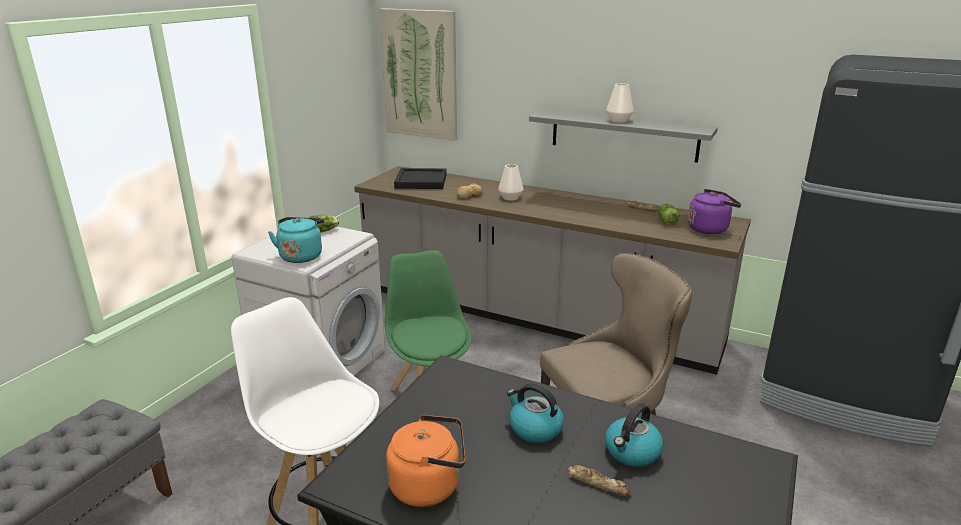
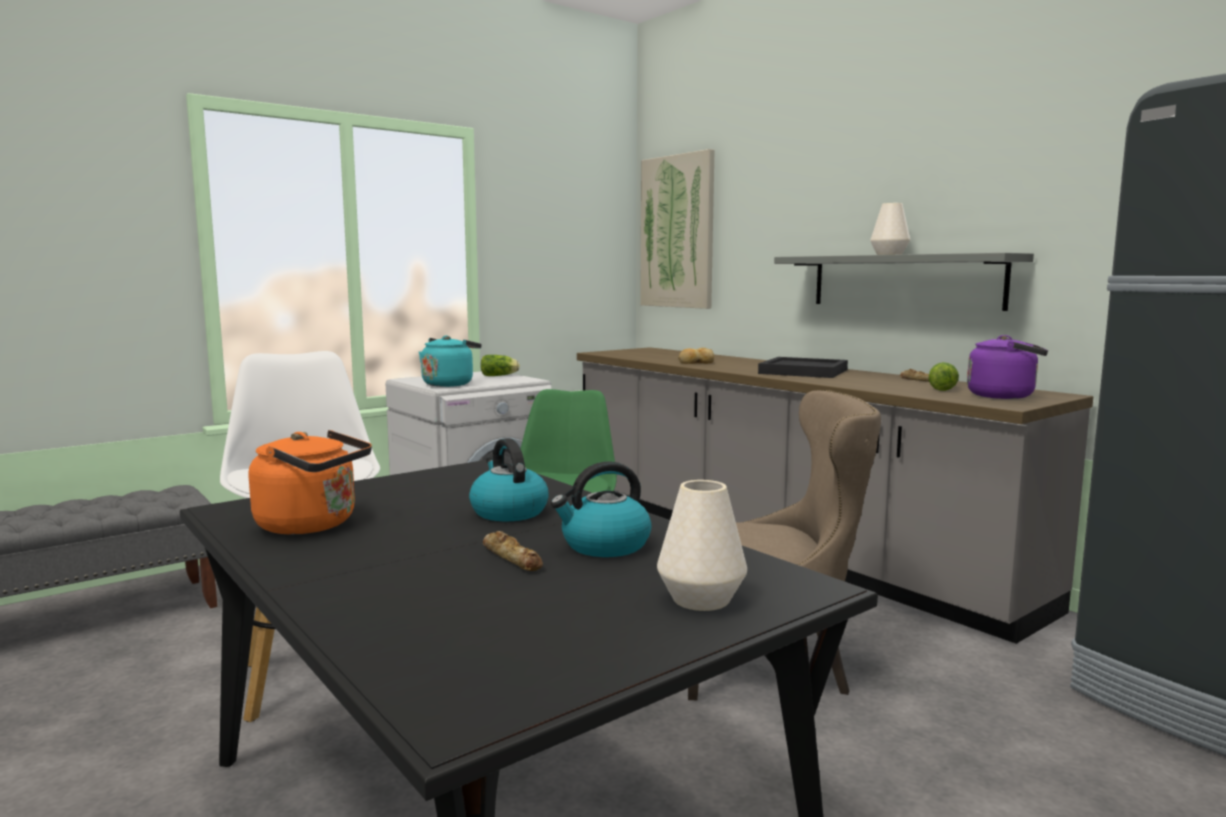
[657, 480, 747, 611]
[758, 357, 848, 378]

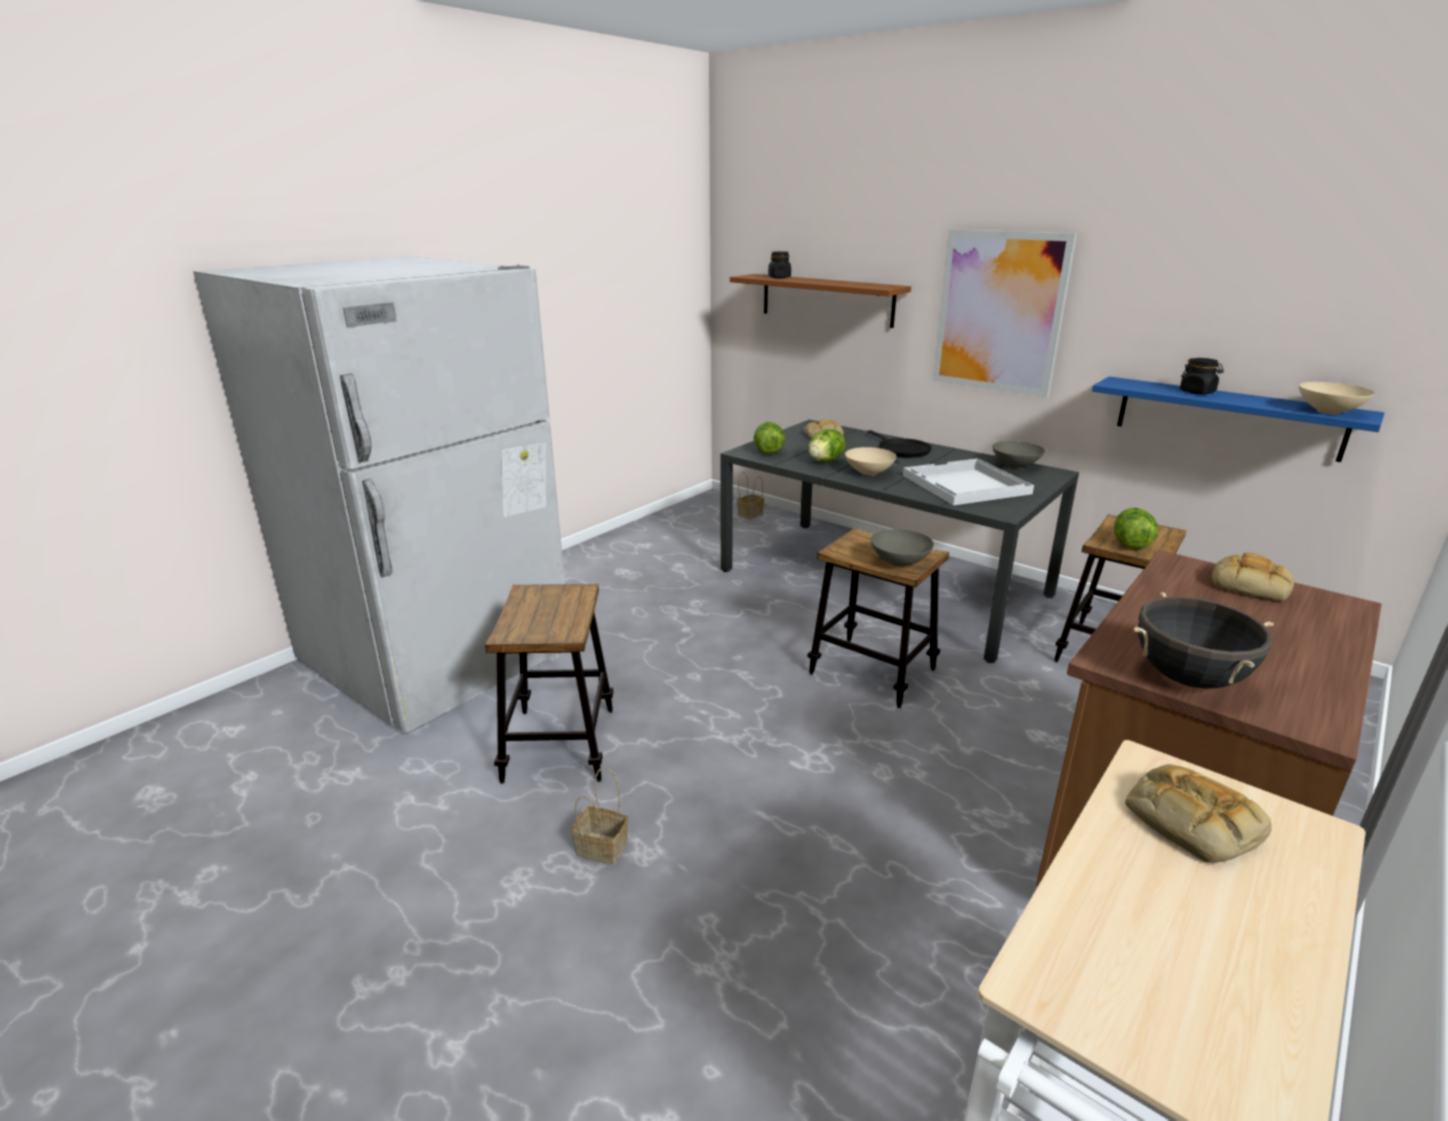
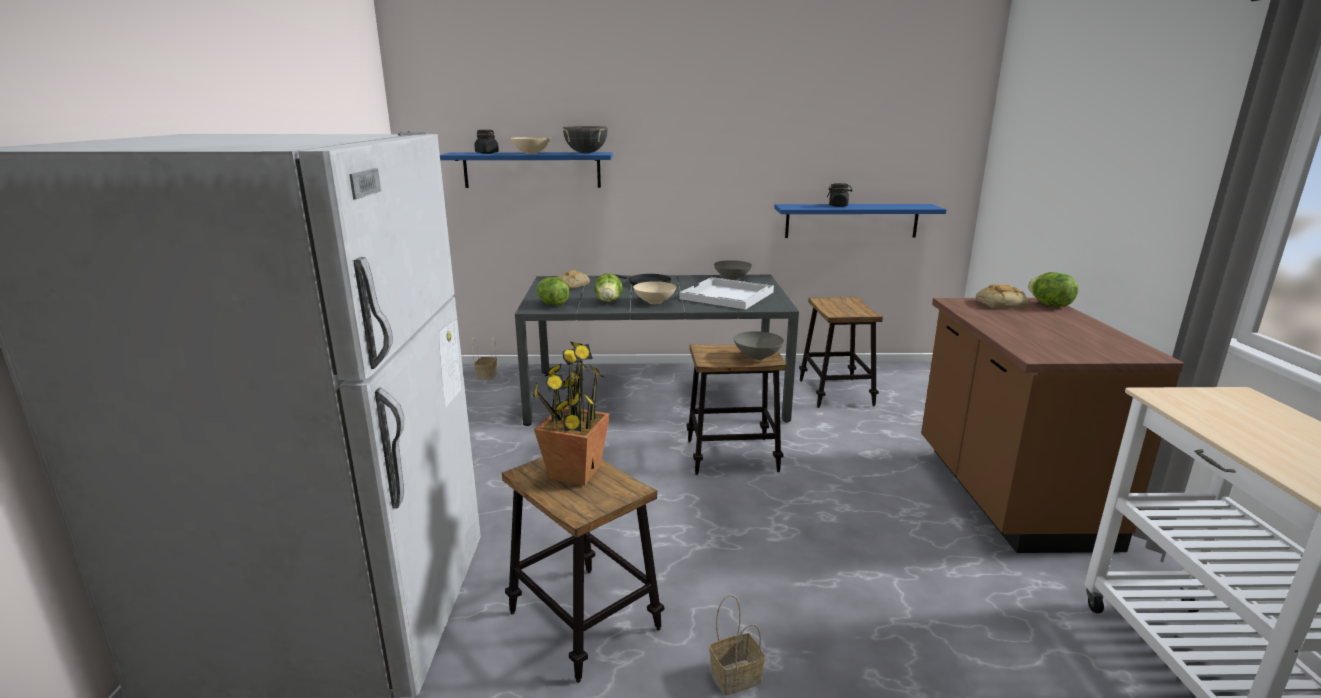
[932, 229, 1077, 398] (first image)
[440, 152, 613, 188]
[511, 137, 551, 154]
[1028, 272, 1078, 307]
[562, 126, 608, 153]
[1125, 764, 1272, 863] (first image)
[533, 342, 610, 485]

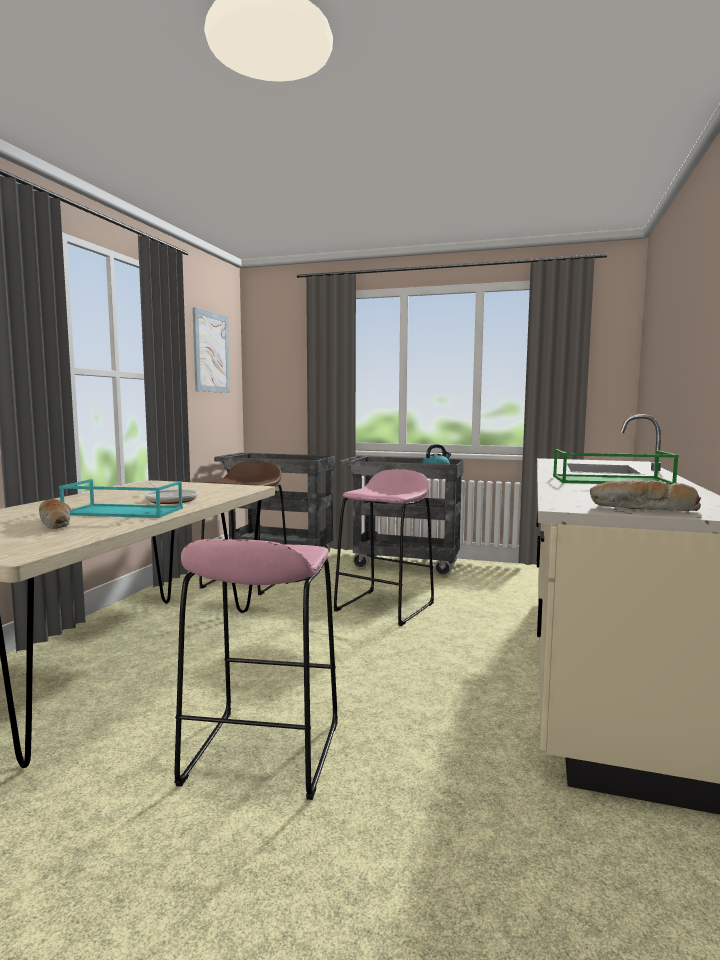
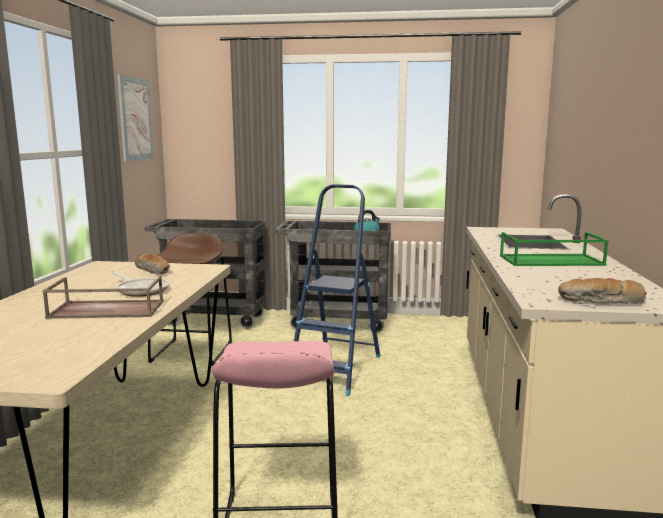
[294, 184, 380, 396]
[42, 276, 163, 319]
[135, 253, 170, 274]

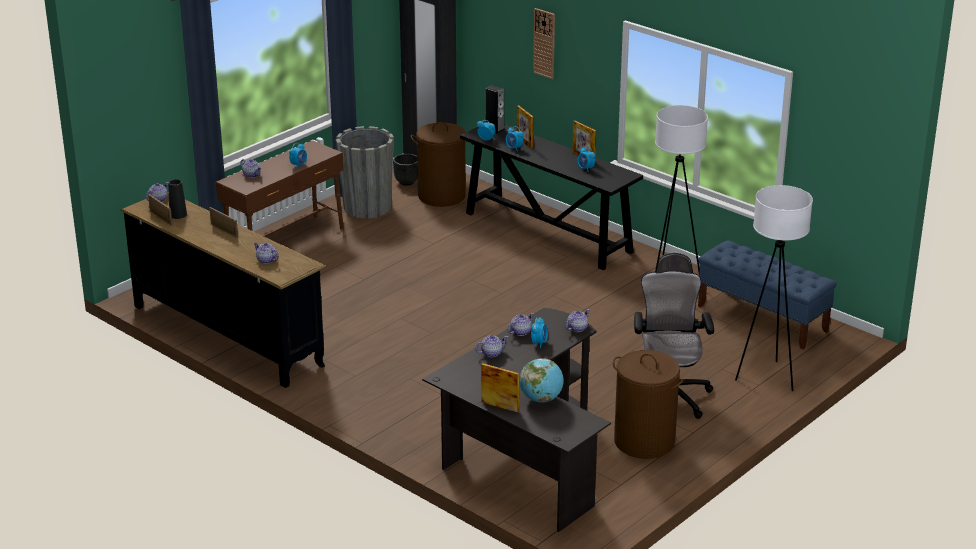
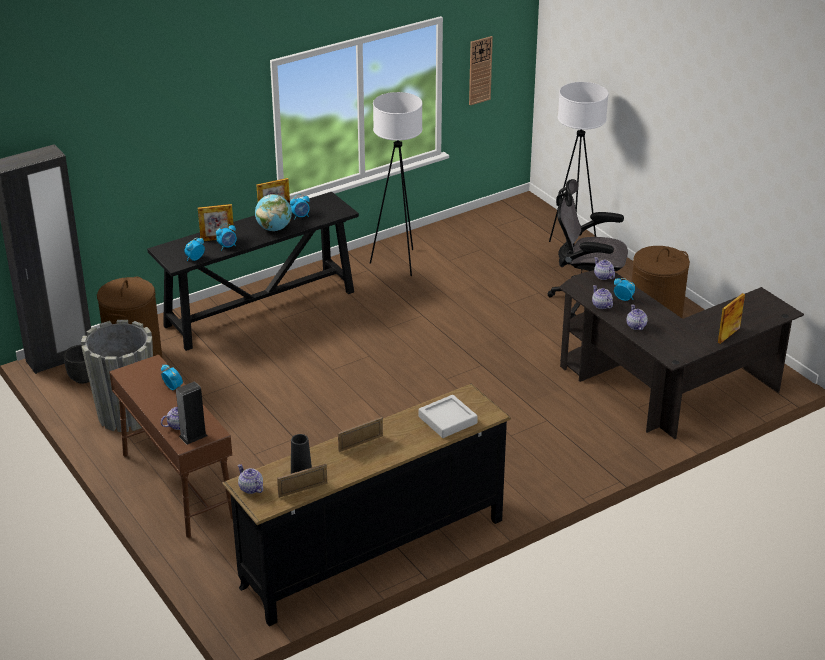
[469, 36, 493, 105]
[176, 381, 207, 444]
[698, 240, 837, 350] (first image)
[419, 395, 478, 438]
[255, 194, 292, 231]

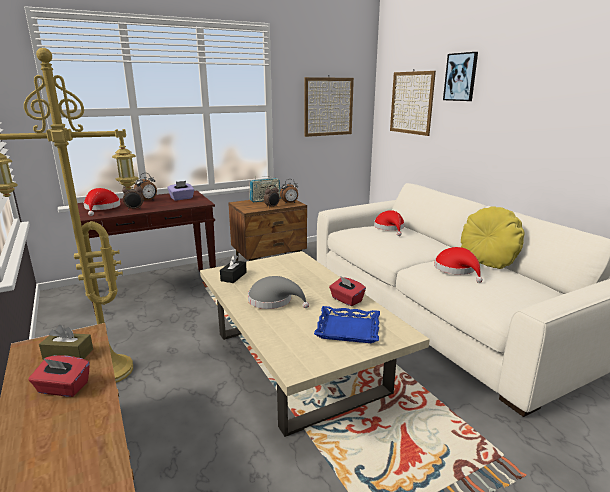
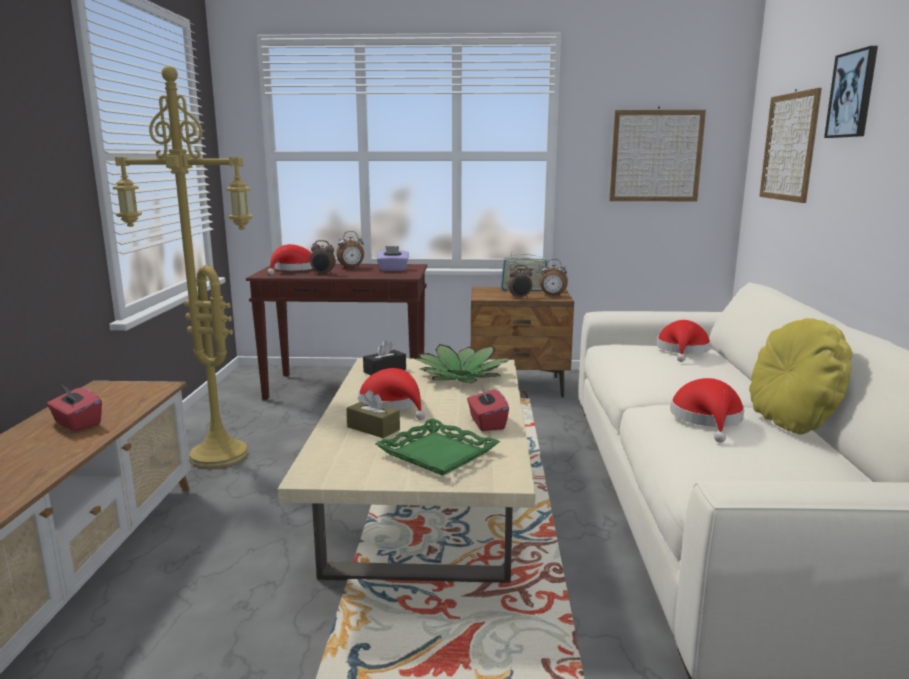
[358, 368, 425, 420]
[375, 418, 500, 476]
[346, 390, 400, 438]
[414, 344, 511, 383]

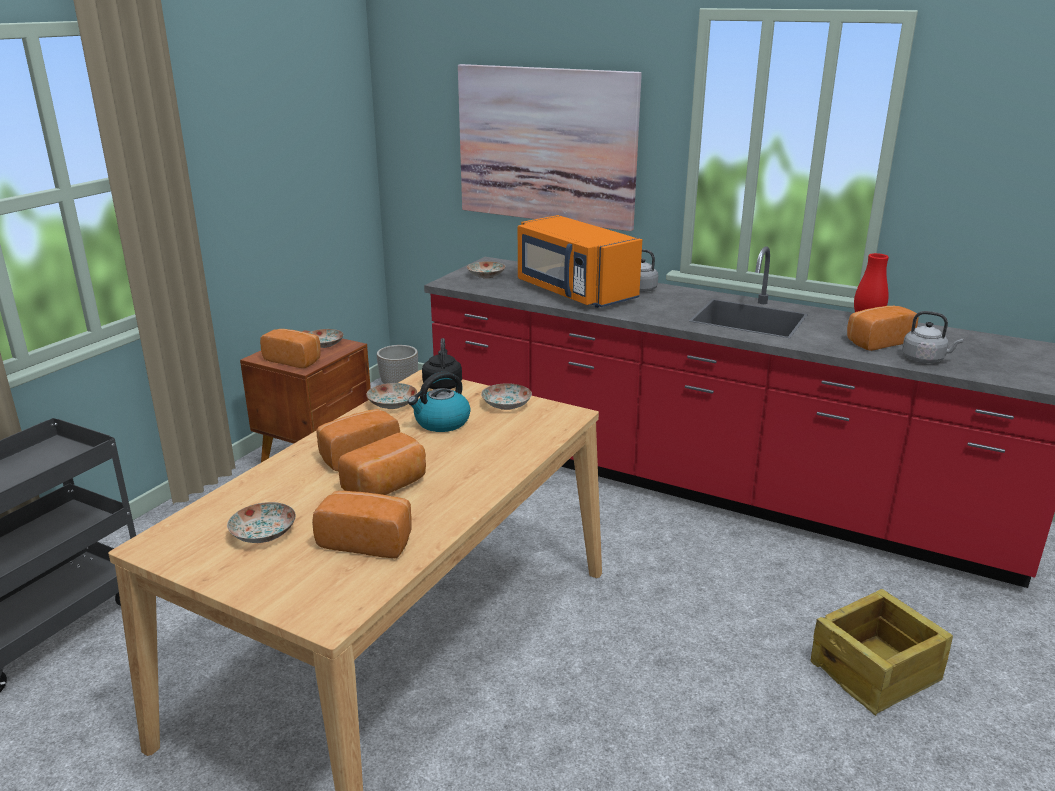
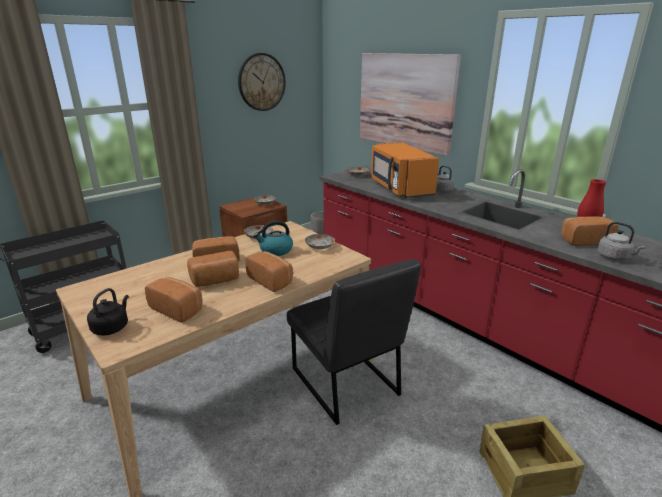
[245, 251, 293, 292]
[87, 288, 129, 336]
[227, 502, 296, 543] (first image)
[238, 53, 286, 111]
[287, 259, 421, 425]

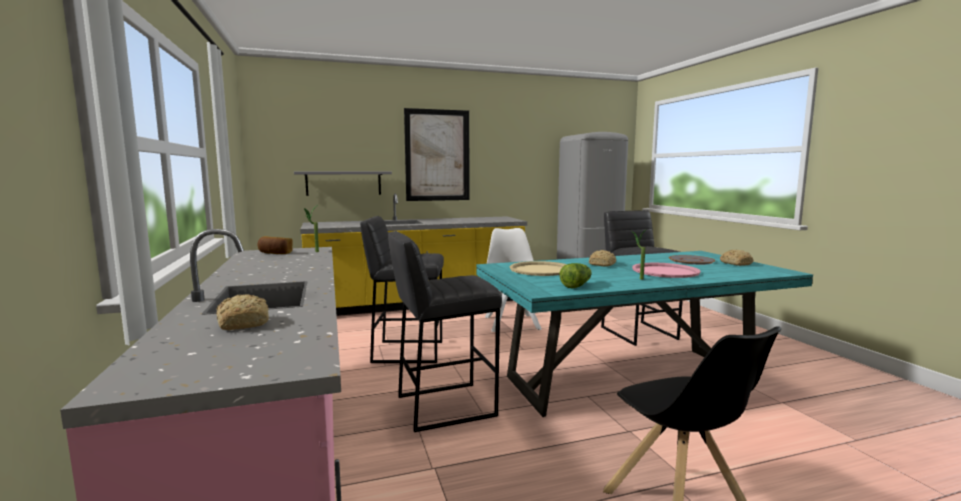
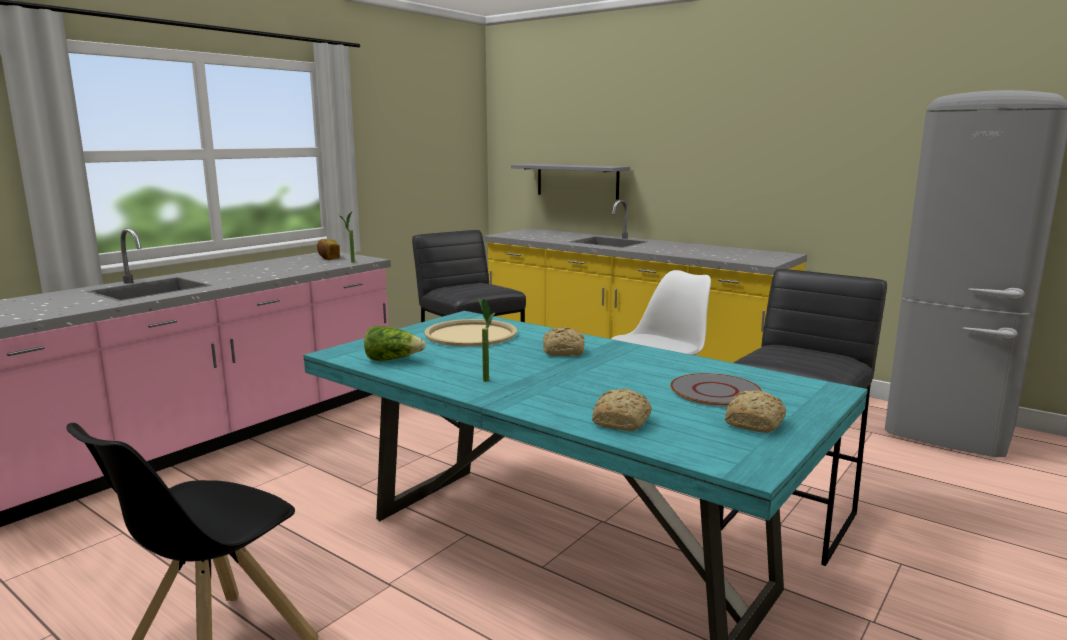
[404, 108, 470, 201] (first image)
[388, 231, 502, 432] (first image)
[632, 263, 701, 278] (first image)
[592, 388, 652, 431]

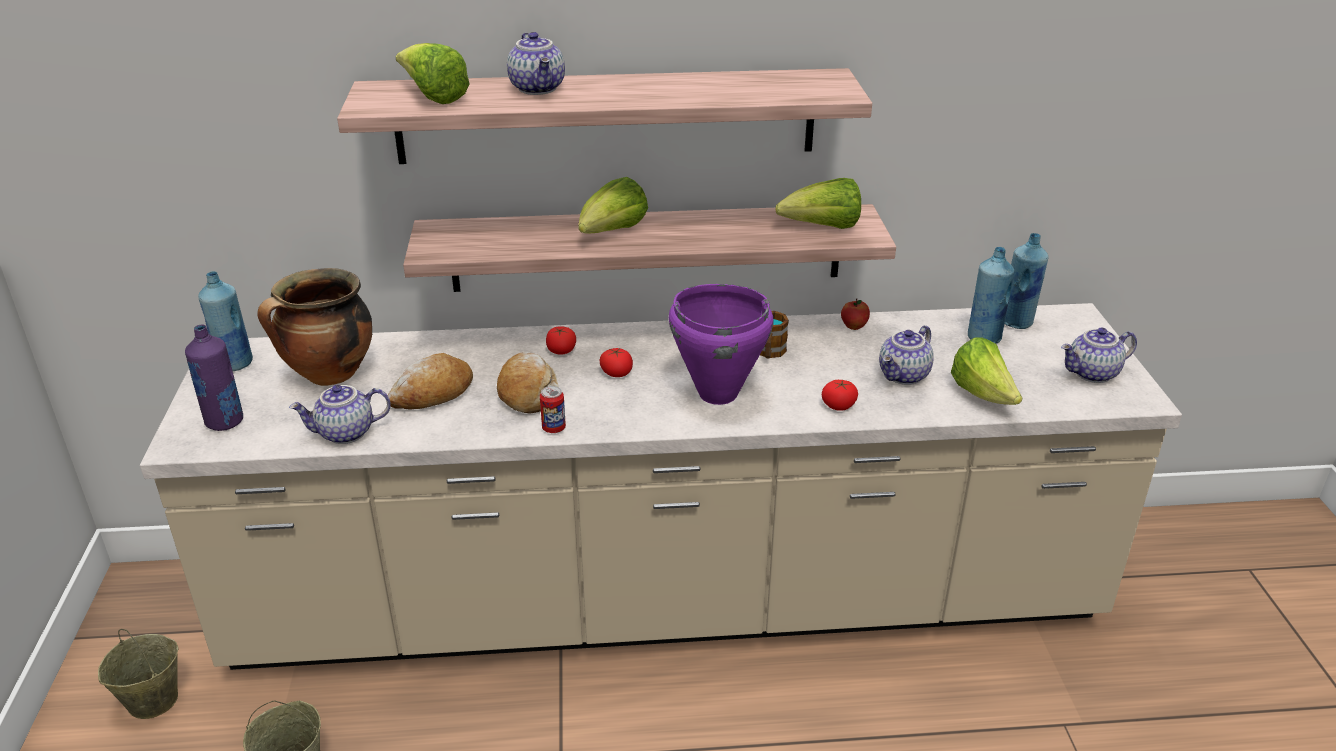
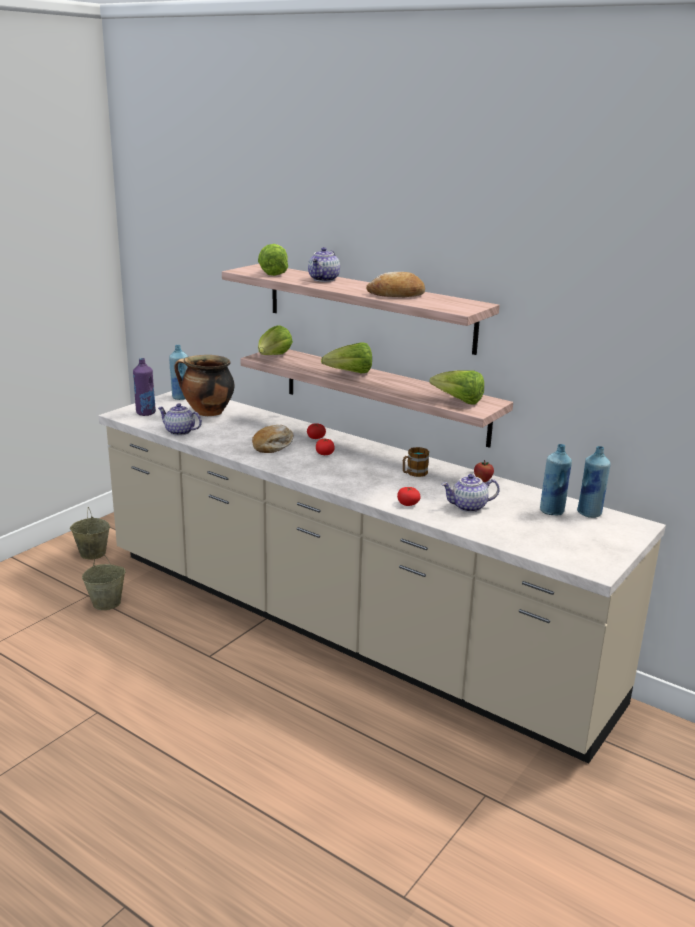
[669, 284, 774, 405] (first image)
[1061, 328, 1137, 383] (first image)
[258, 325, 293, 355]
[366, 272, 425, 297]
[540, 386, 566, 433] (first image)

